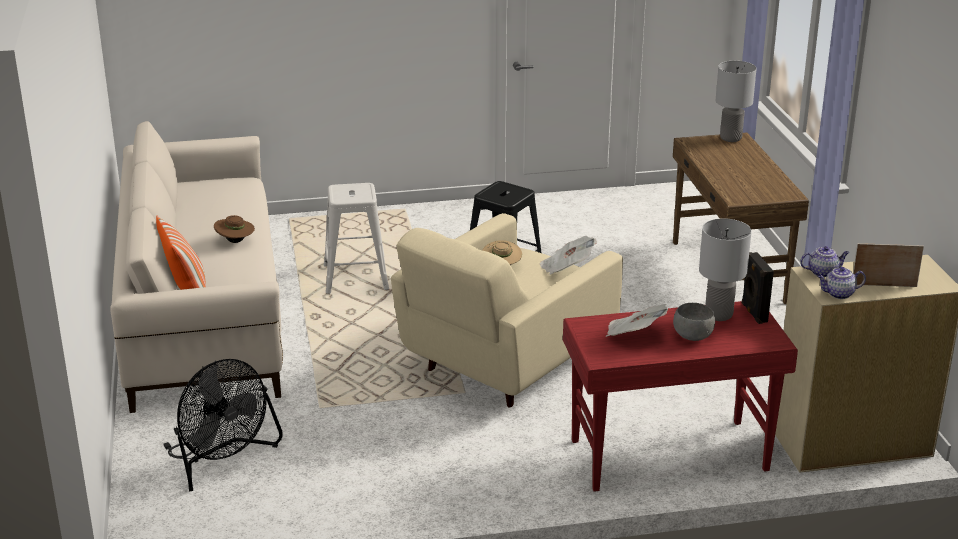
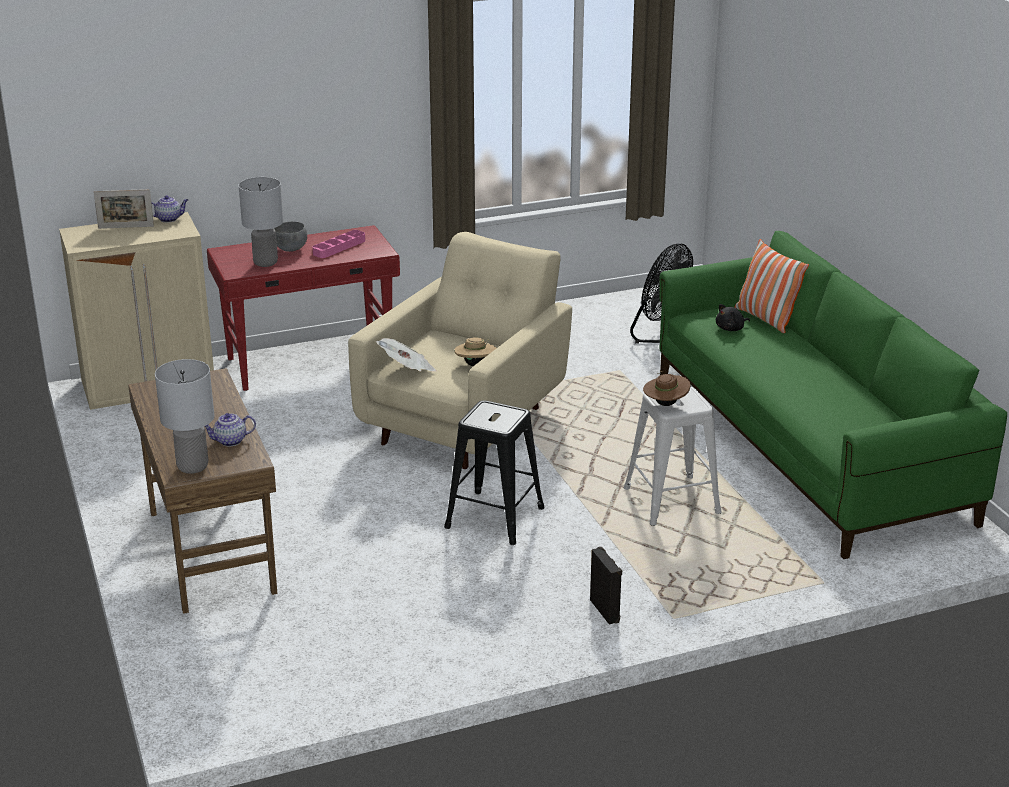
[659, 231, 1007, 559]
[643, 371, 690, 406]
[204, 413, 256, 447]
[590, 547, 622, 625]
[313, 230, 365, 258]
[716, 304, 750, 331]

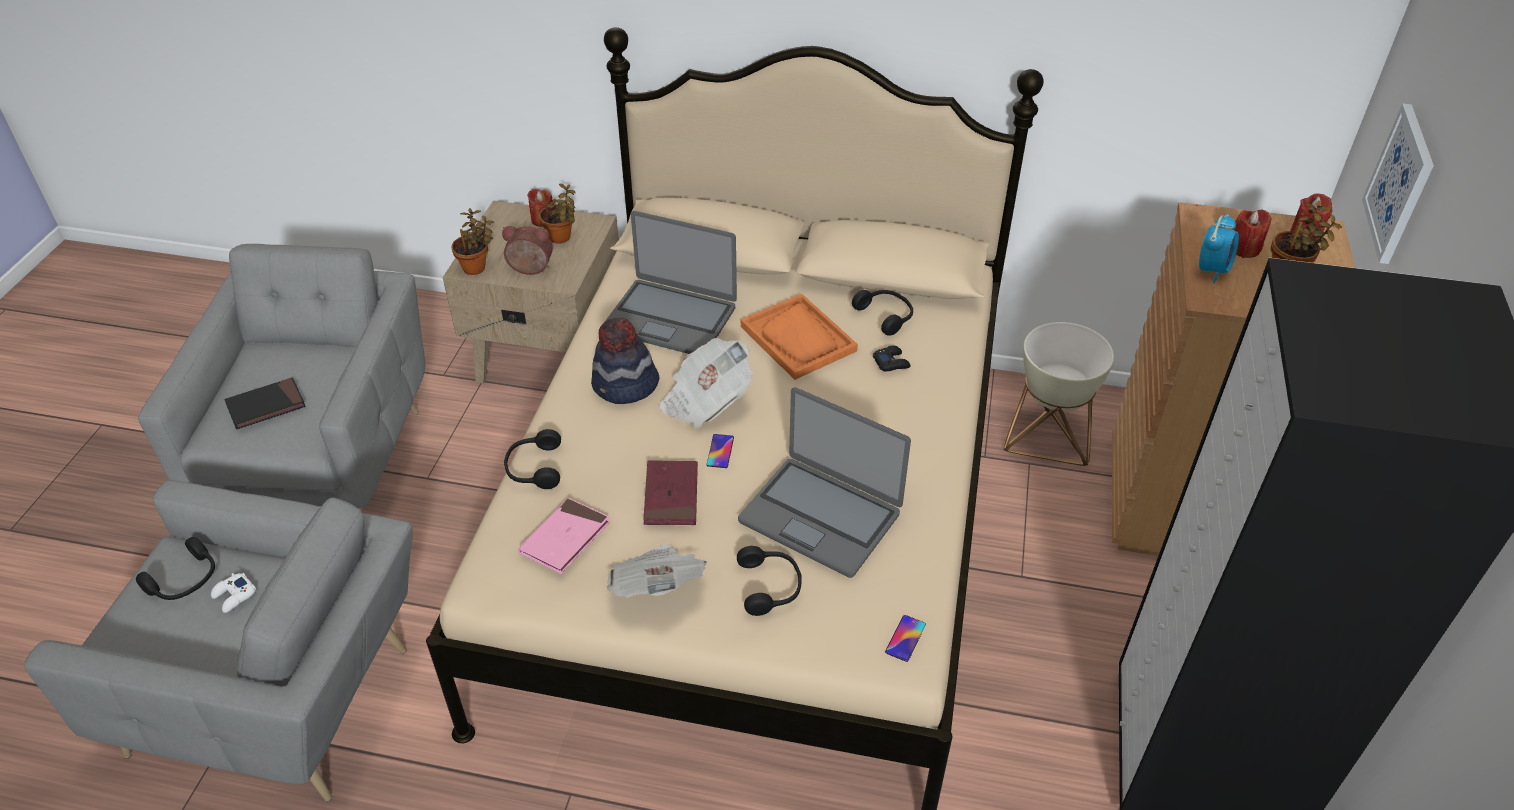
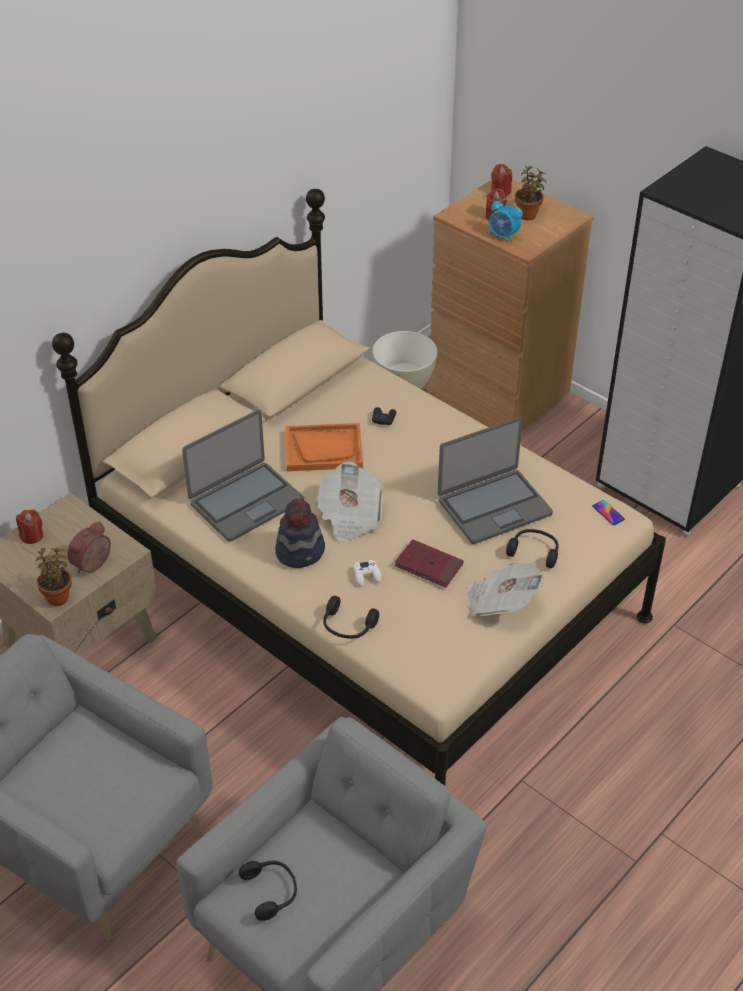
[1362, 103, 1434, 264] (first image)
[539, 184, 576, 244] (first image)
[489, 199, 523, 242]
[852, 290, 913, 336] (first image)
[224, 377, 306, 429] (first image)
[707, 434, 734, 468] (first image)
[518, 498, 610, 574] (first image)
[353, 560, 381, 586]

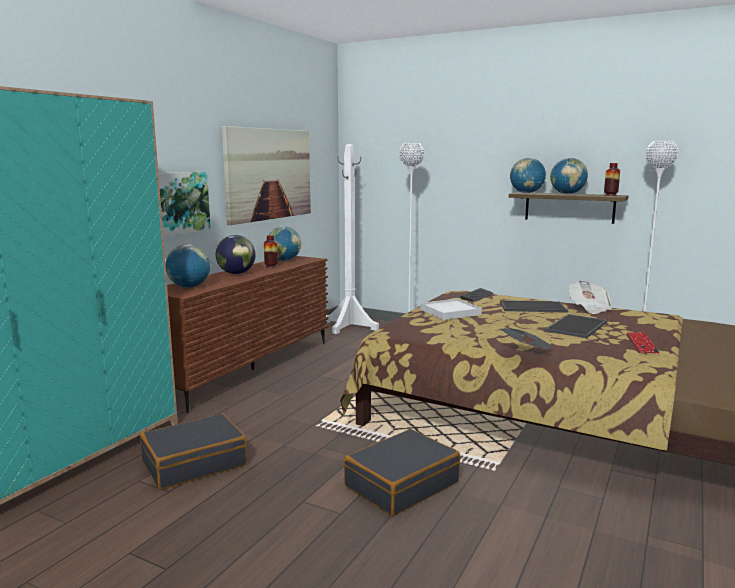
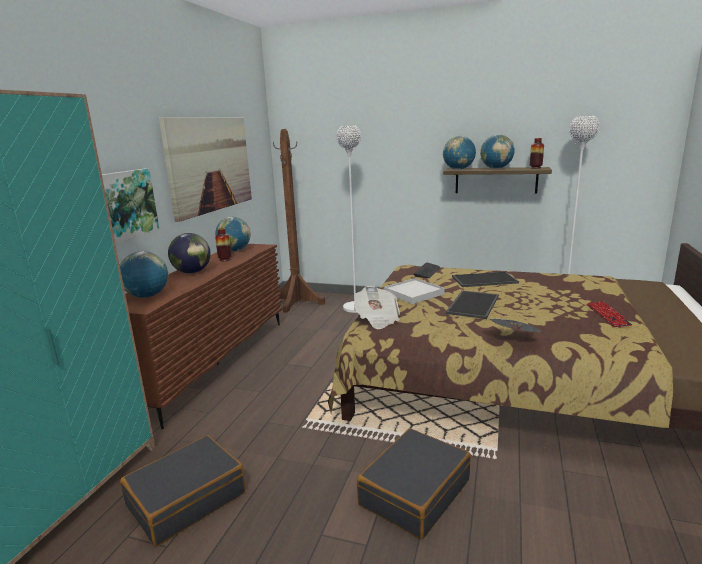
[273, 129, 325, 313]
[354, 286, 400, 329]
[446, 290, 499, 319]

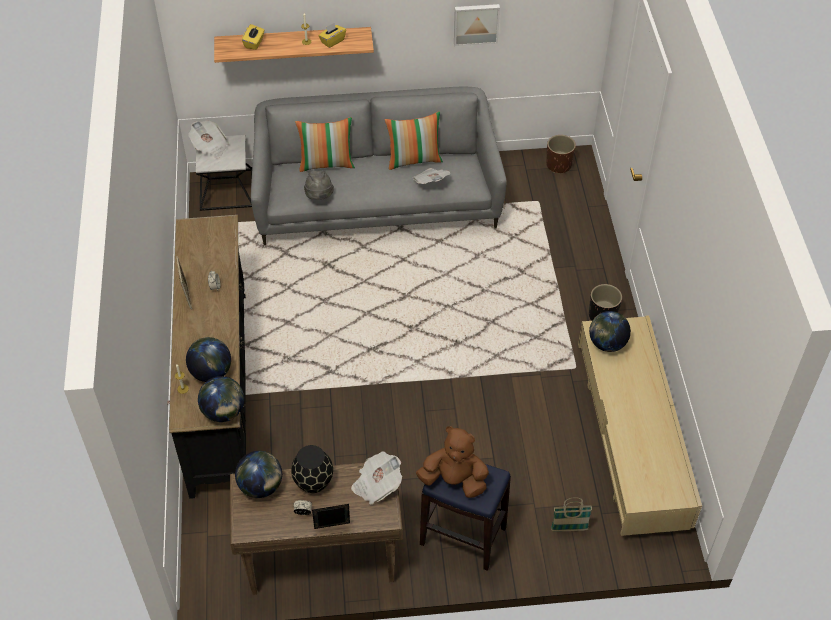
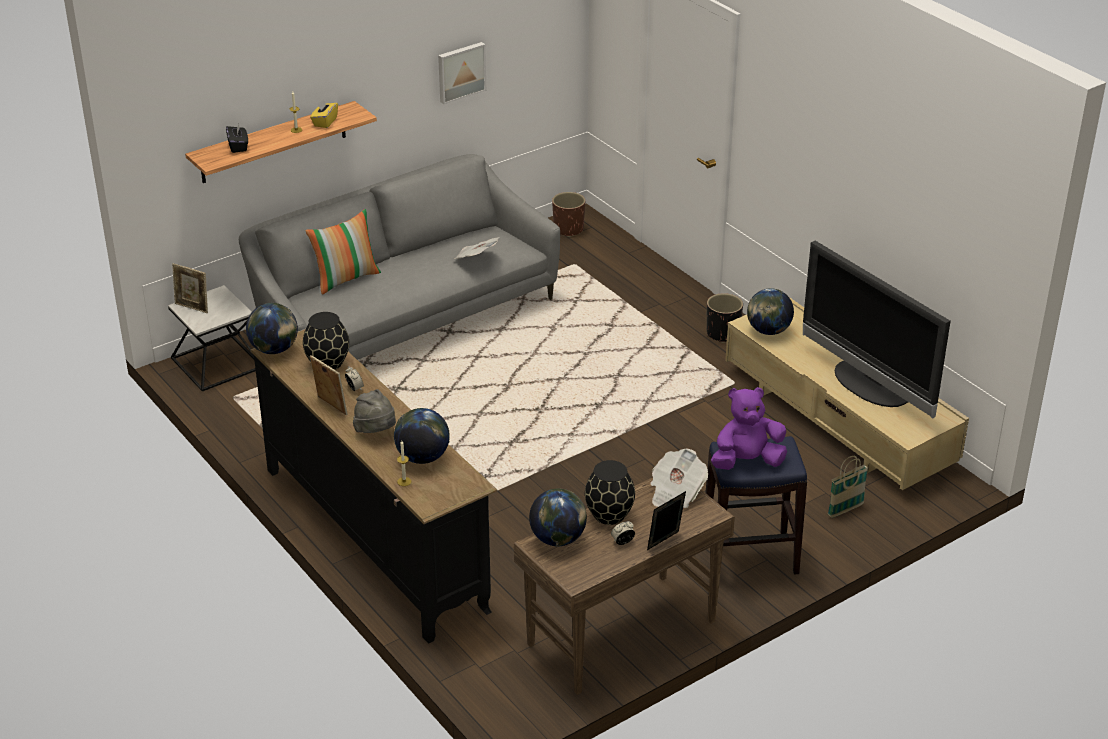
[226, 124, 248, 153]
[385, 111, 443, 170] (first image)
[172, 263, 208, 313]
[353, 389, 396, 433]
[246, 303, 298, 354]
[711, 387, 787, 470]
[803, 241, 951, 419]
[303, 312, 349, 370]

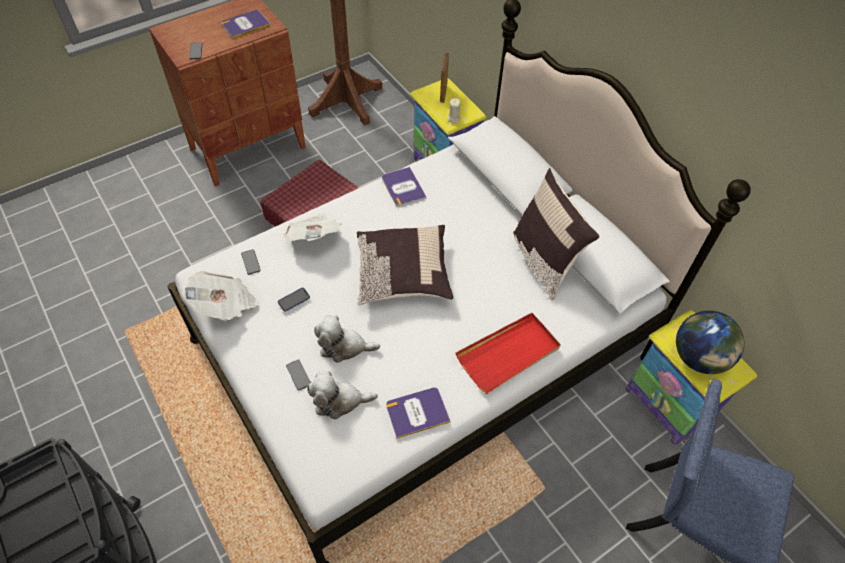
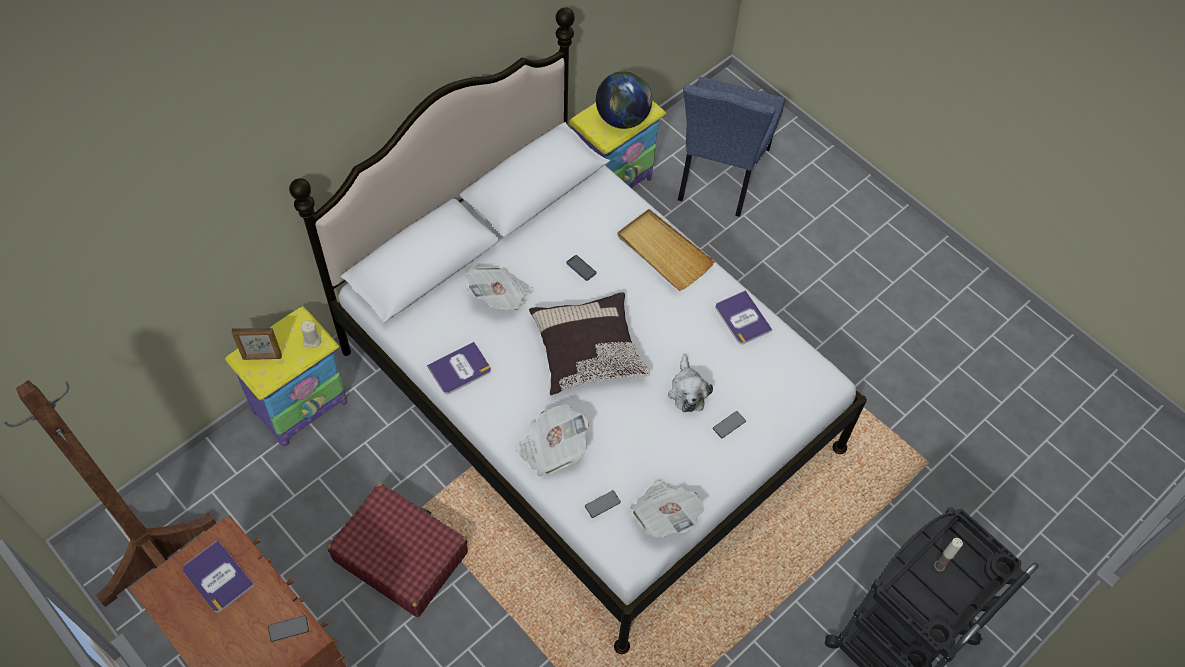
[513, 168, 600, 301] (first image)
[566, 255, 596, 281]
[618, 209, 715, 291]
[307, 371, 378, 420] (first image)
[465, 267, 534, 311]
[934, 538, 963, 572]

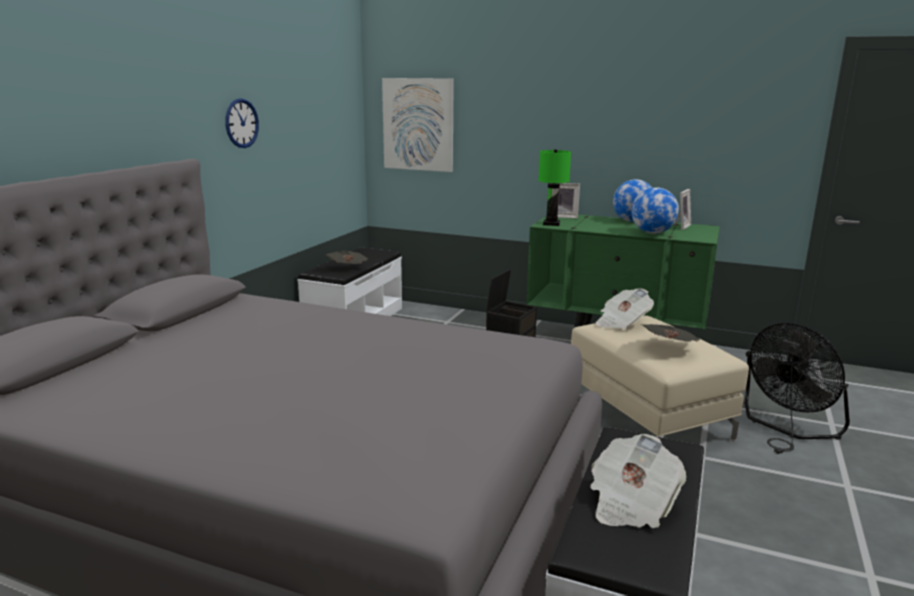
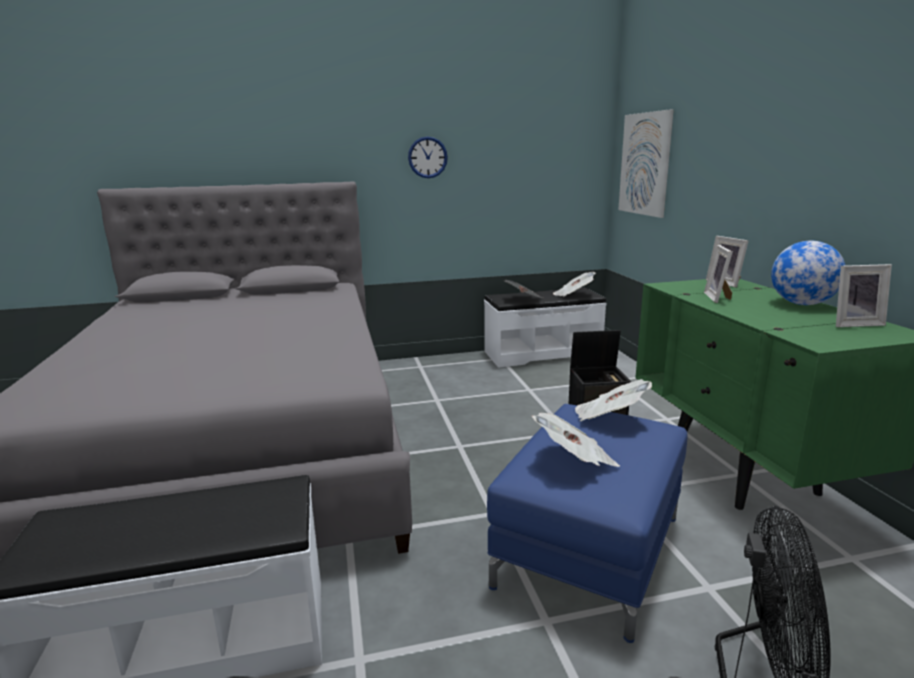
[539, 149, 571, 226] (first image)
[631, 187, 679, 234] (first image)
[487, 404, 688, 643]
[553, 272, 596, 297]
[704, 245, 733, 303]

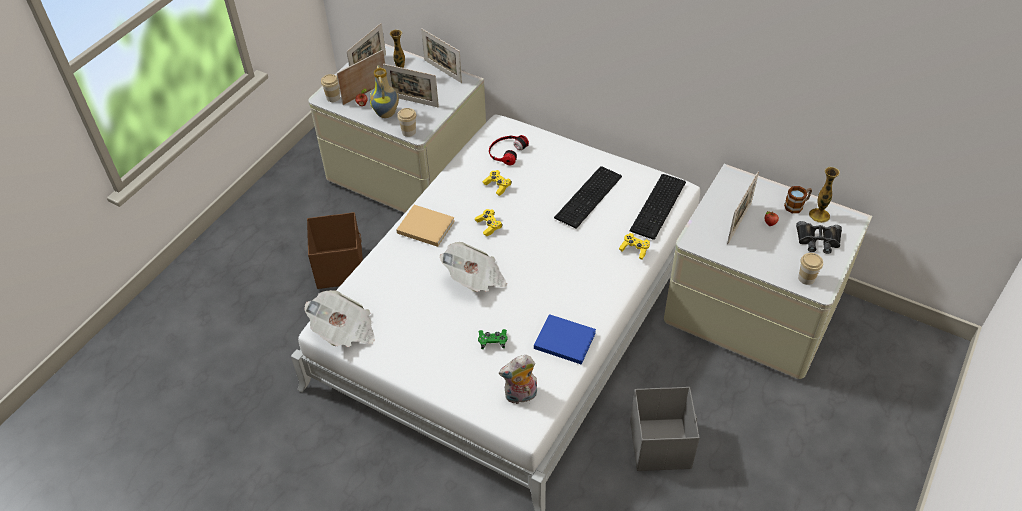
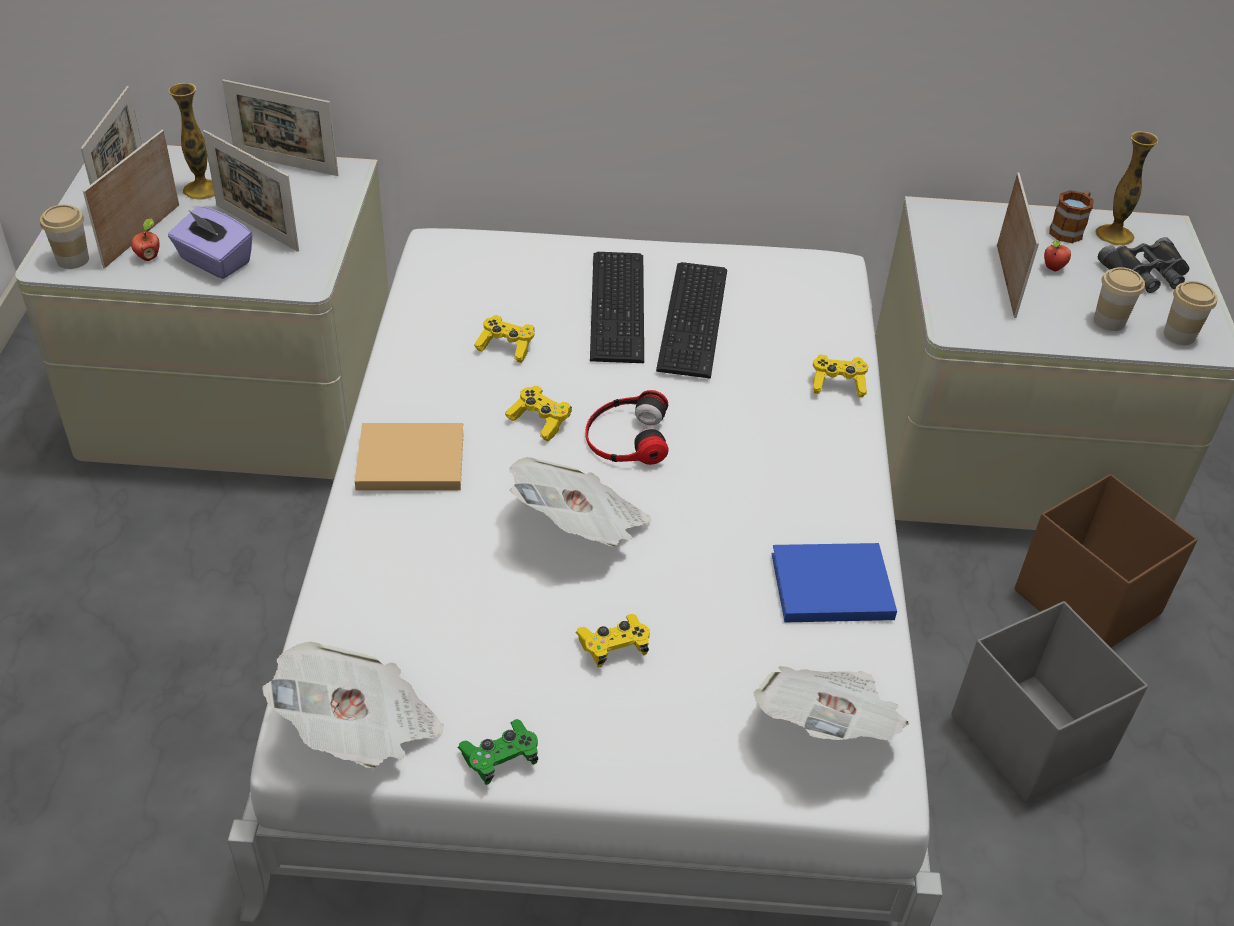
[203, 130, 299, 252]
[168, 206, 253, 279]
[1094, 267, 1145, 331]
[585, 390, 669, 465]
[590, 252, 644, 363]
[1015, 474, 1198, 648]
[458, 719, 538, 785]
[753, 666, 909, 741]
[575, 614, 650, 668]

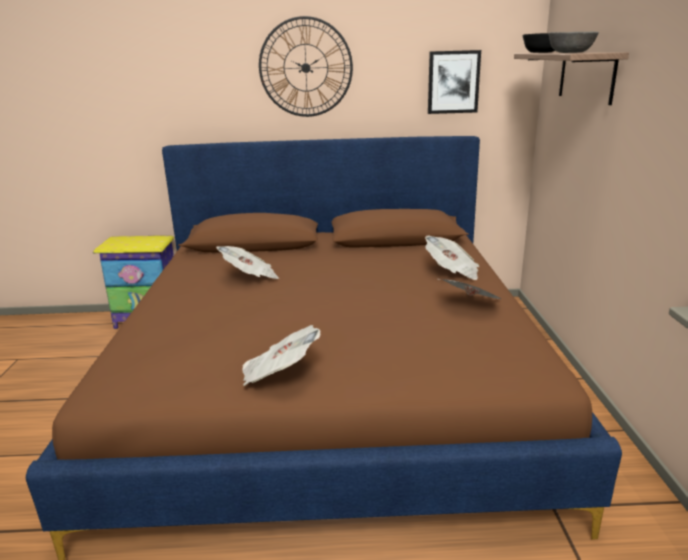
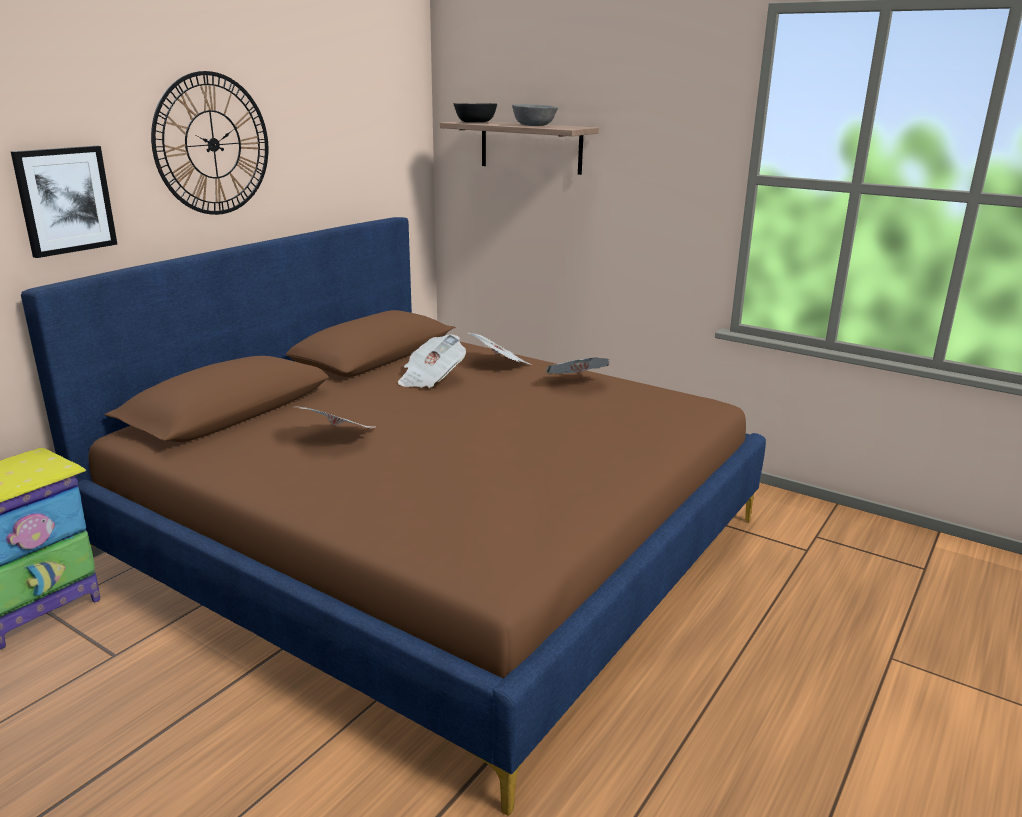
[11, 146, 118, 258]
[398, 334, 466, 388]

